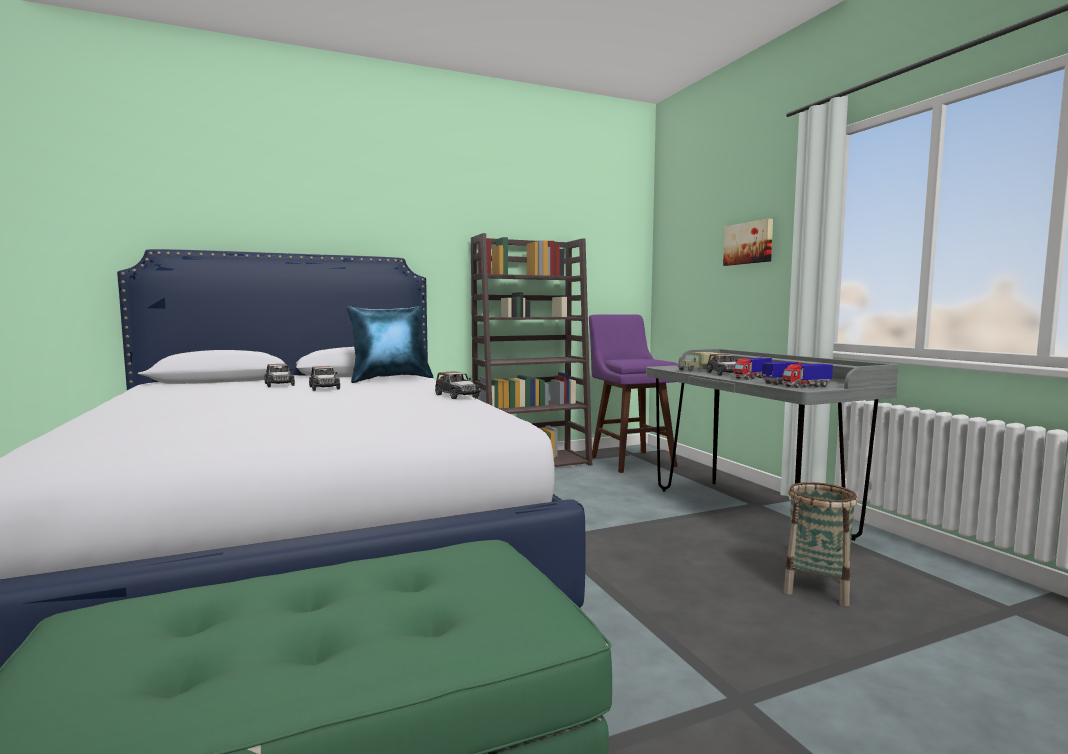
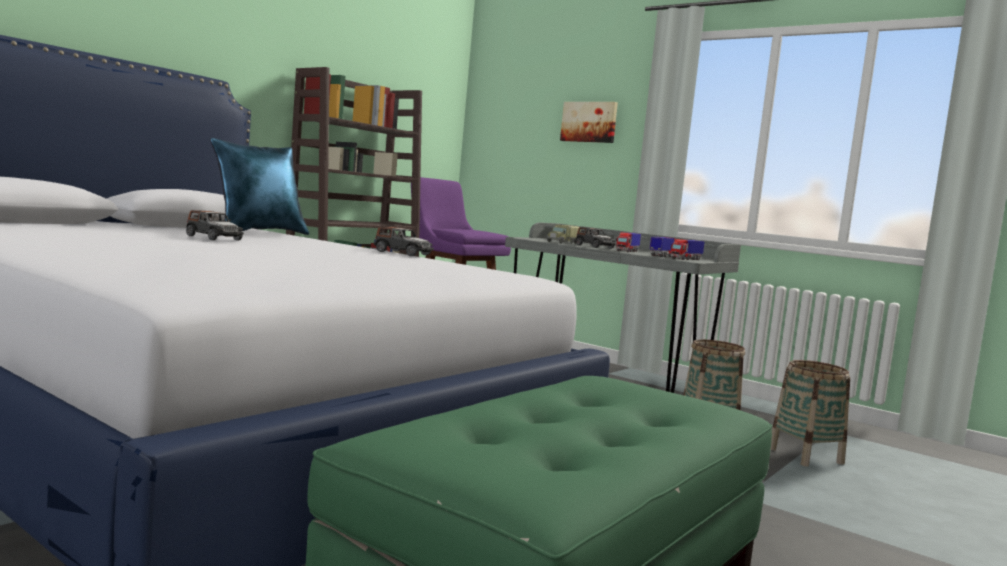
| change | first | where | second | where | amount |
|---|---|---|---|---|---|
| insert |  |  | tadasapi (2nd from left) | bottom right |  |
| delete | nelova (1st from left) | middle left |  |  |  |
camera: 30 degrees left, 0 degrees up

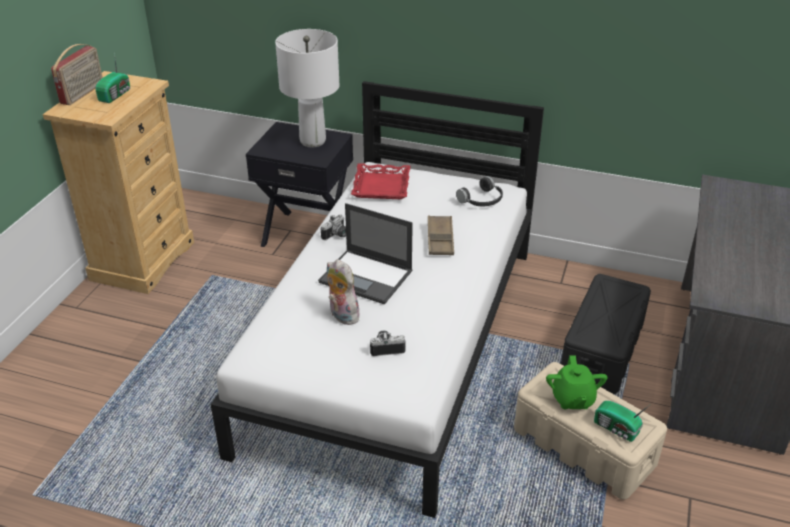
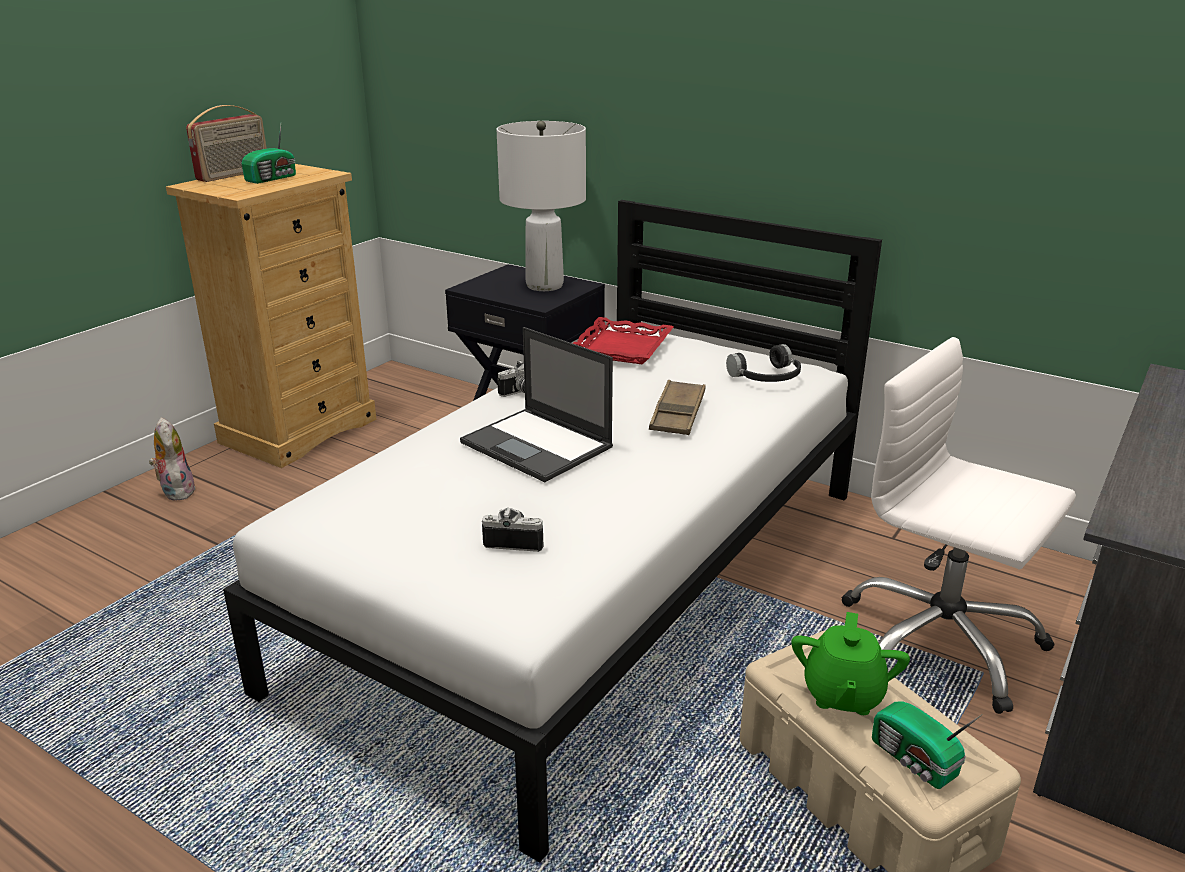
| change | first | where | second | where | amount |
|---|---|---|---|---|---|
| move | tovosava | centre |  | middle left |  |
| replace | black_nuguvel | middle right | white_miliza | middle right |  |
camera: 15 degrees right, 10 degrees down

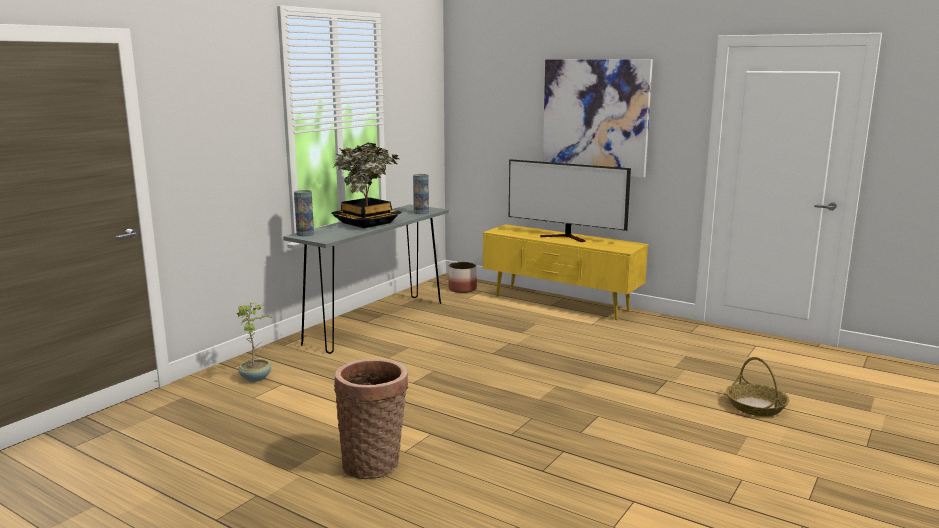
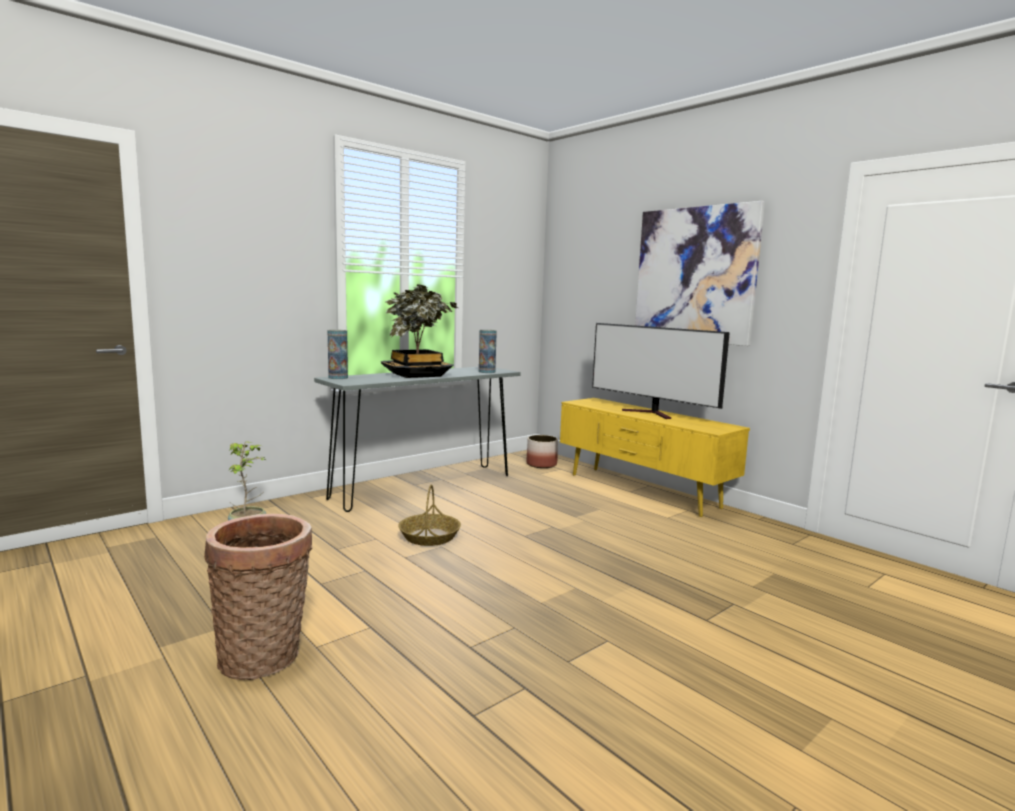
| change | first | where | second | where | amount |
|---|---|---|---|---|---|
| move | tadasapi (2nd from left) | bottom right |  | centre |  |
camera: 15 degrees right, 5 degrees down

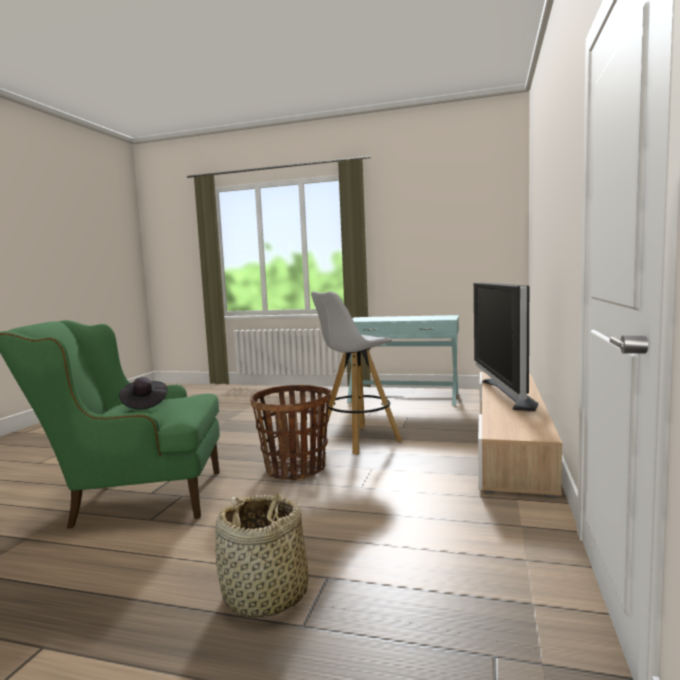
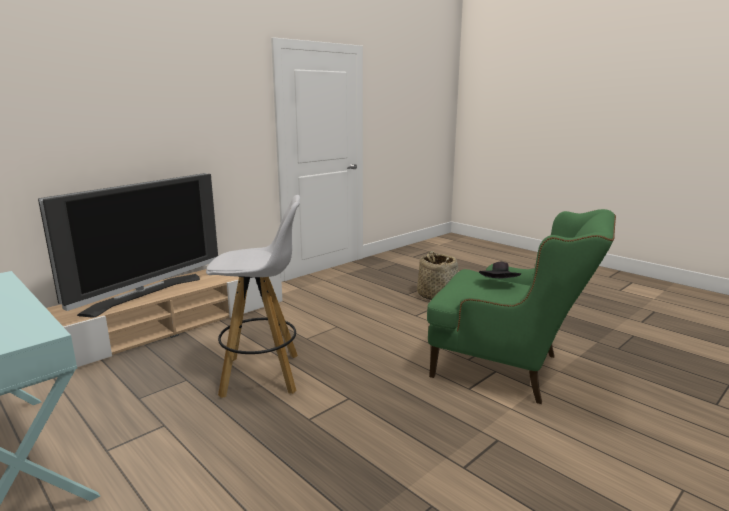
| change | first | where | second | where | amount |
|---|---|---|---|---|---|
| delete | tadasapi (2nd from left) | centre |  |  |  |
camera: 150 degrees left, 10 degrees up

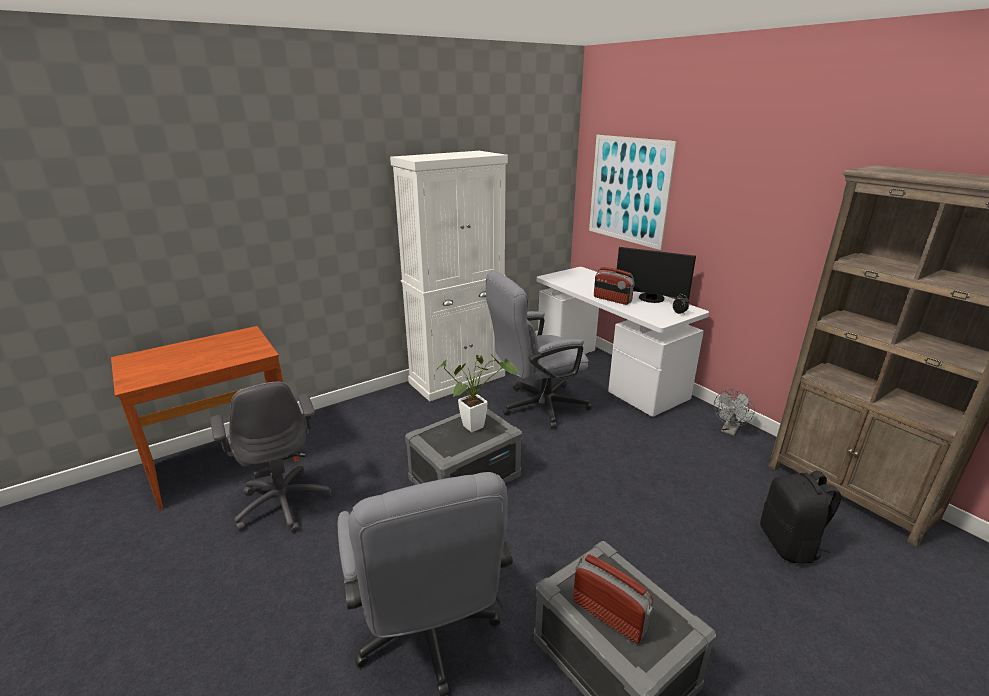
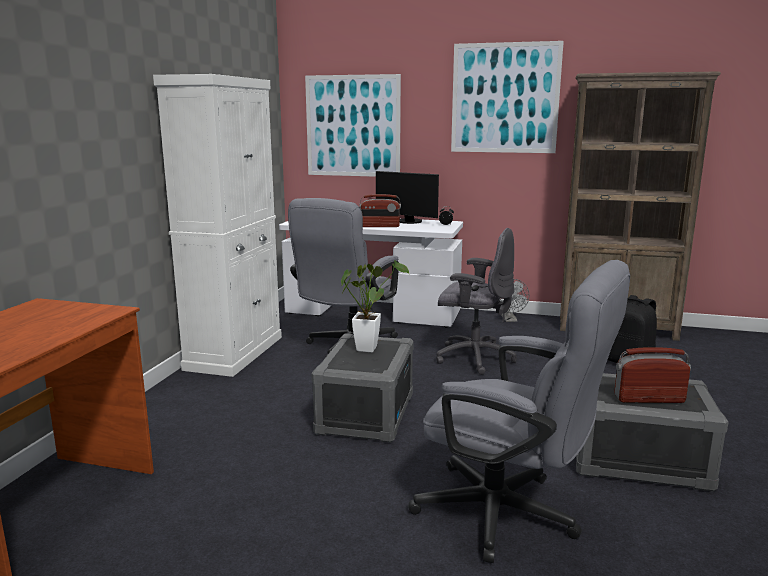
| change | first | where | second | where | amount |
|---|---|---|---|---|---|
| rotate | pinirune | centre |  | centre | 45 degrees clockwise |
| move | grey_miliza (1st from left in the first image) | middle left | grey_miliza (2nd from left) | centre |  |
| insert |  |  | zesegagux (2nd from left) | top centre |  |
camera: 40 degrees left, 10 degrees down

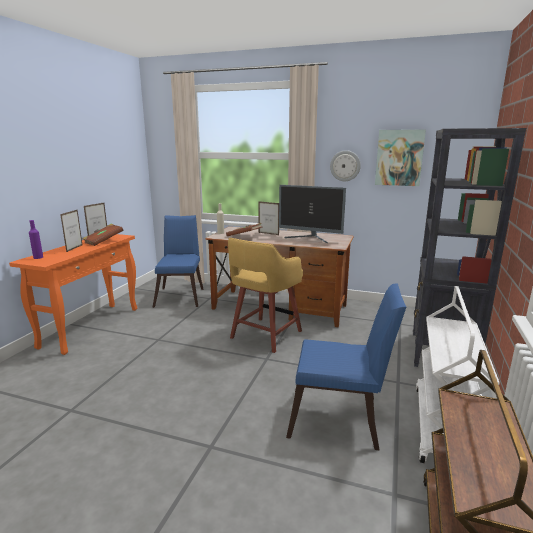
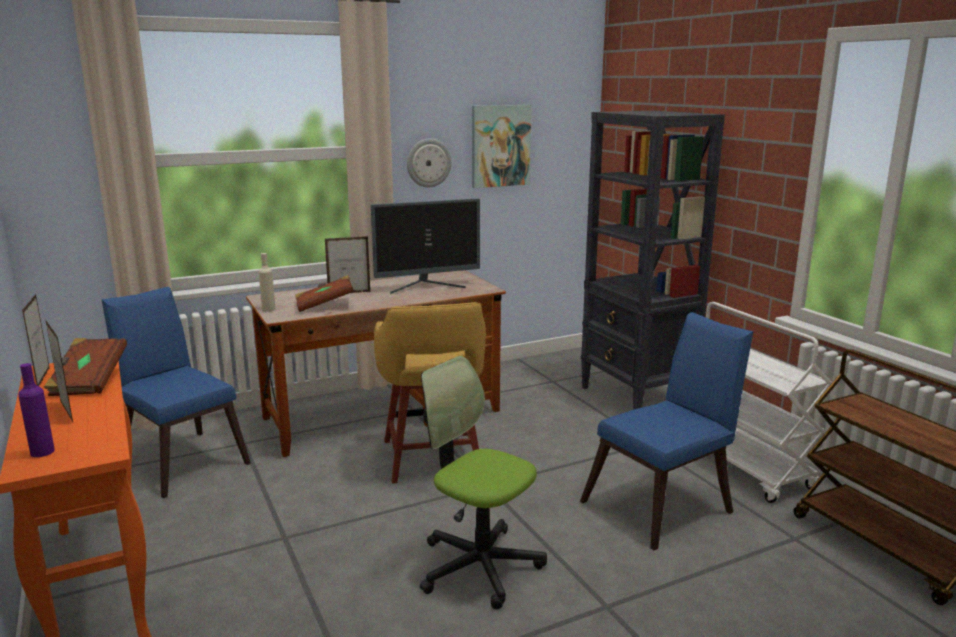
| change | first | where | second | where | amount |
|---|---|---|---|---|---|
| insert |  |  | miliza | bottom centre |  |
camera: 45 degrees left, 0 degrees up

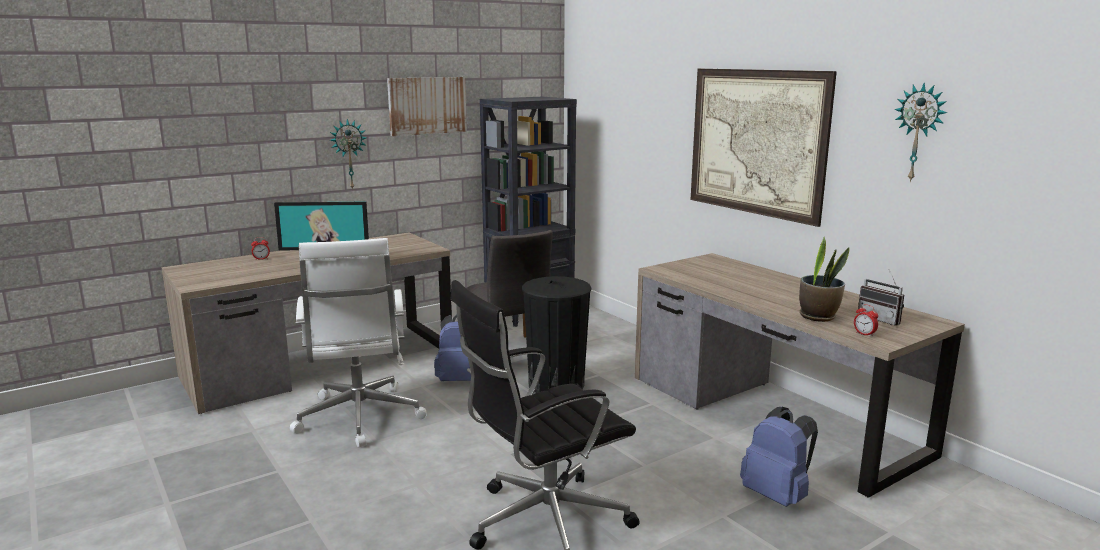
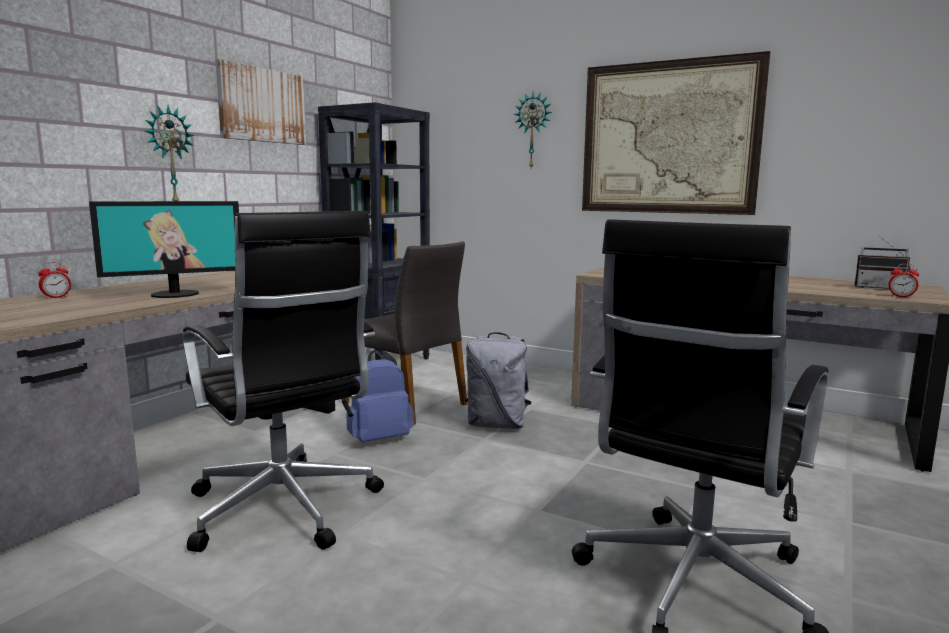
| change | first | where | second | where | amount |
|---|---|---|---|---|---|
| recolor | white_miliza | middle left | black_miliza (1st from left) | middle left |  |
| replace | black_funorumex | centre | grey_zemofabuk | centre |  |
| move | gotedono (2nd from left) | top right |  | top centre |  |
| delete | blue_zemofabuk (2nd from left) | bottom right |  |  |  |
| delete | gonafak | middle right |  |  |  |
camera: 25 degrees left, 5 degrees down

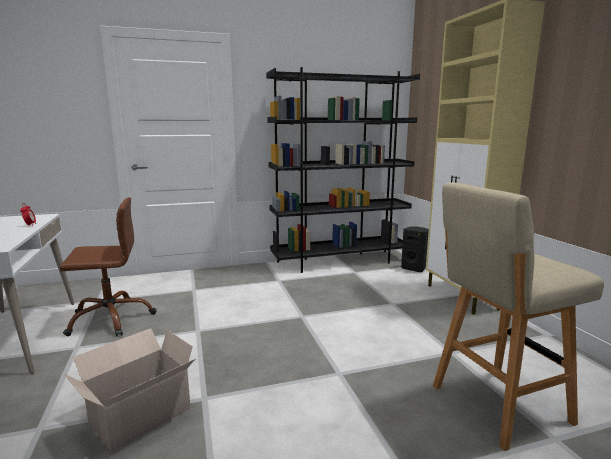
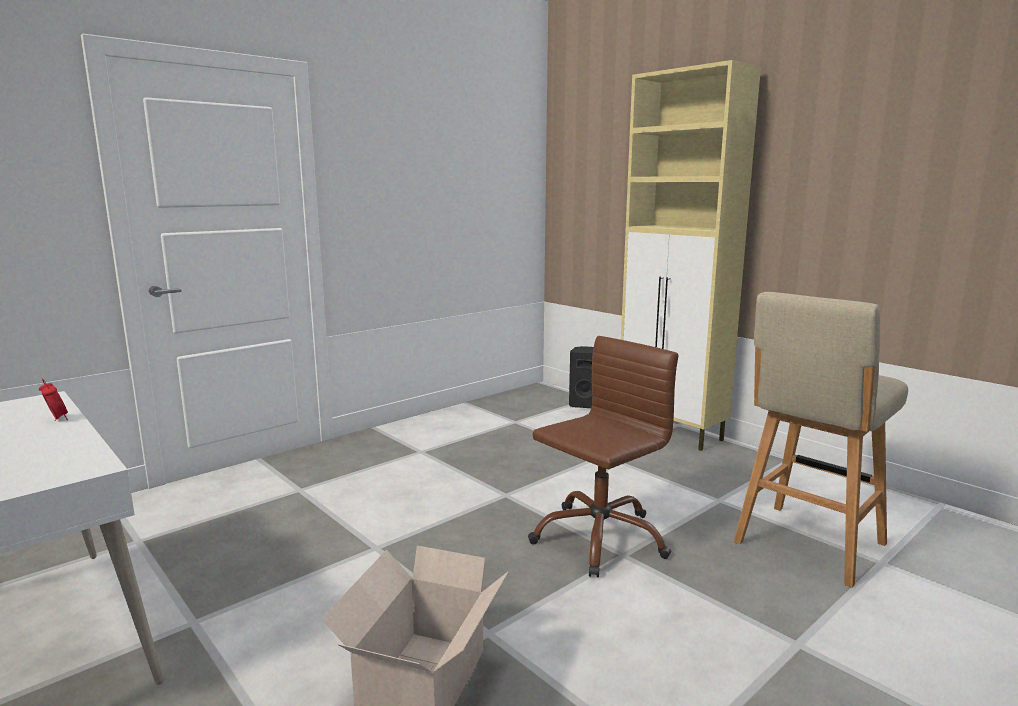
| change | first | where | second | where | amount |
|---|---|---|---|---|---|
| move | brown_miliza | middle left |  | centre |  |
| delete | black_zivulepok | centre |  |  |  |
camera: 25 degrees left, 0 degrees up

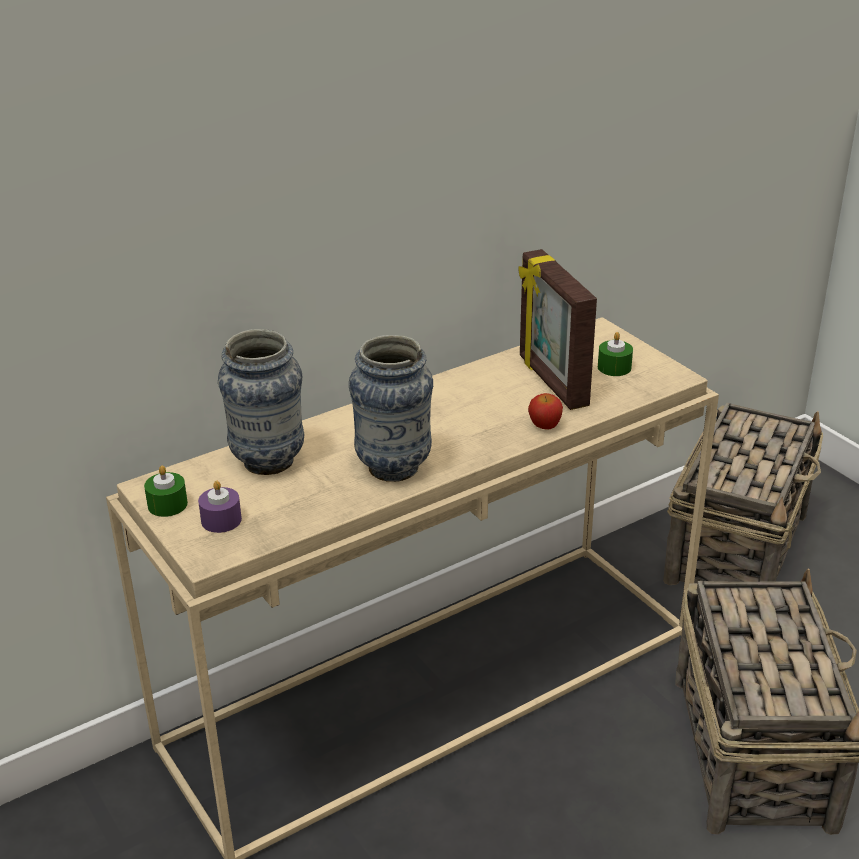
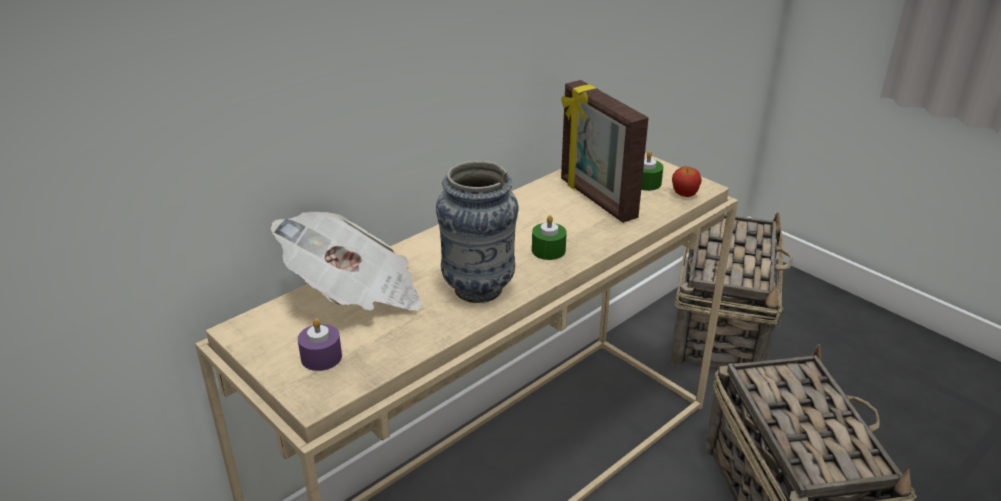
| change | first | where | second | where | amount |
|---|---|---|---|---|---|
| replace | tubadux (1st from left) | middle left | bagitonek | centre |  |
| move | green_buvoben (1st from left) | middle left |  | centre |  |
| move | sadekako | centre |  | middle right |  |
camera: 10 degrees left, 0 degrees up

